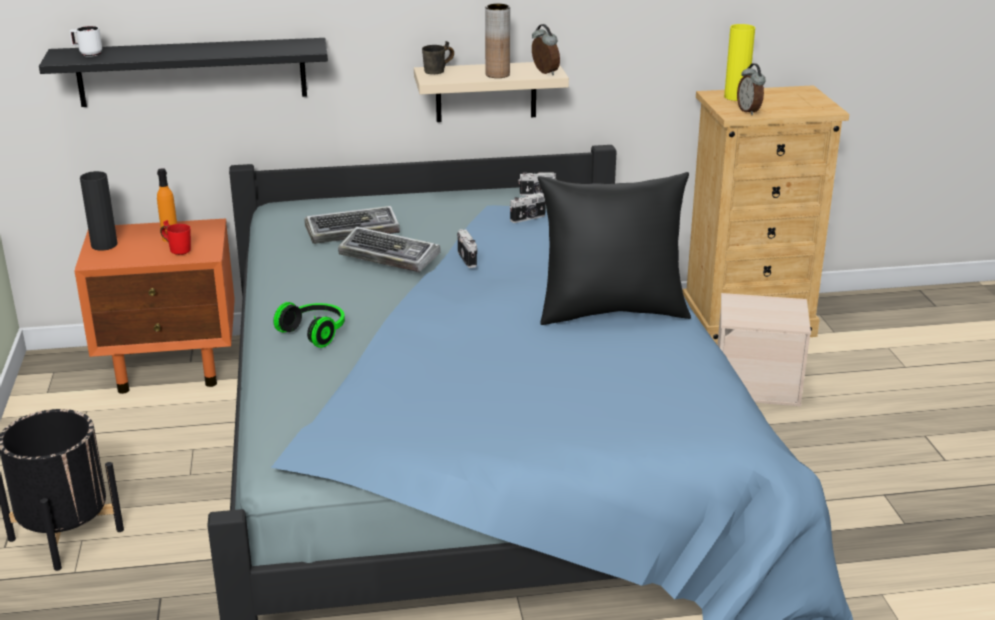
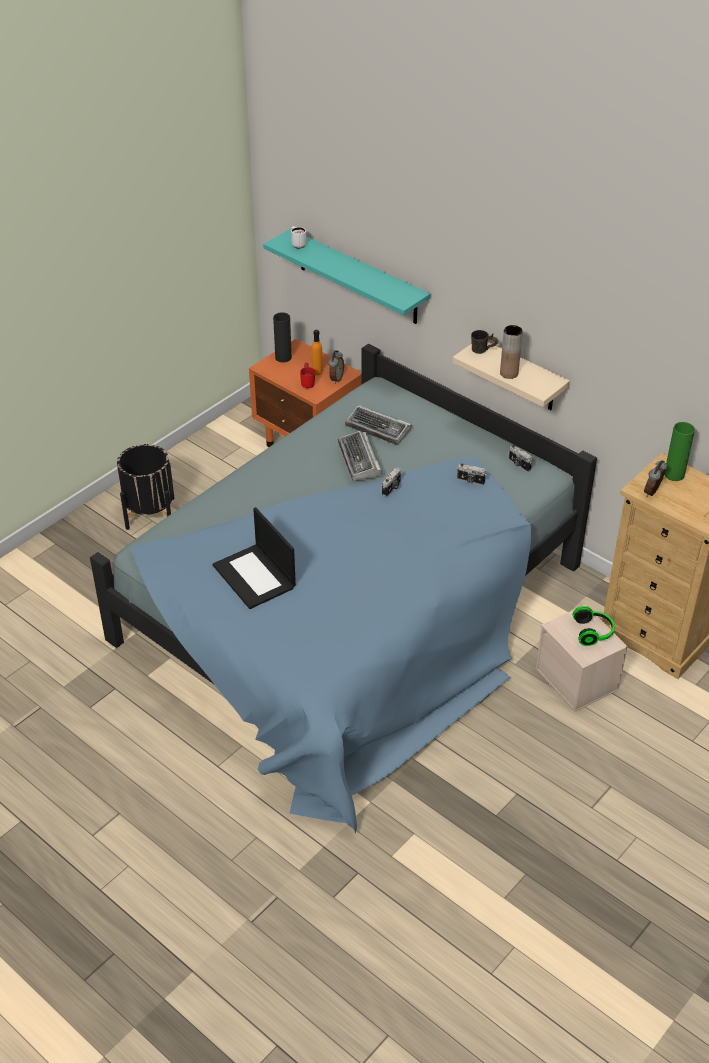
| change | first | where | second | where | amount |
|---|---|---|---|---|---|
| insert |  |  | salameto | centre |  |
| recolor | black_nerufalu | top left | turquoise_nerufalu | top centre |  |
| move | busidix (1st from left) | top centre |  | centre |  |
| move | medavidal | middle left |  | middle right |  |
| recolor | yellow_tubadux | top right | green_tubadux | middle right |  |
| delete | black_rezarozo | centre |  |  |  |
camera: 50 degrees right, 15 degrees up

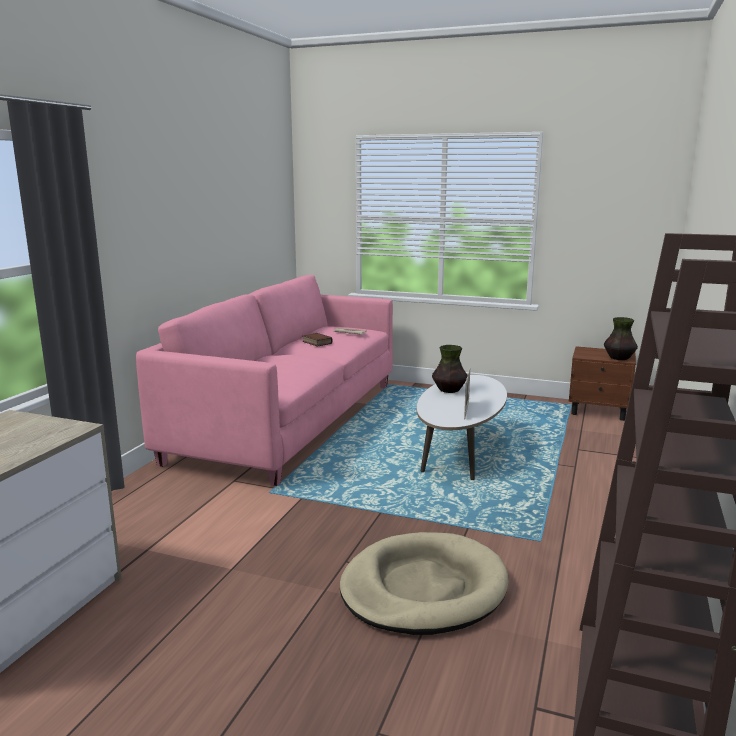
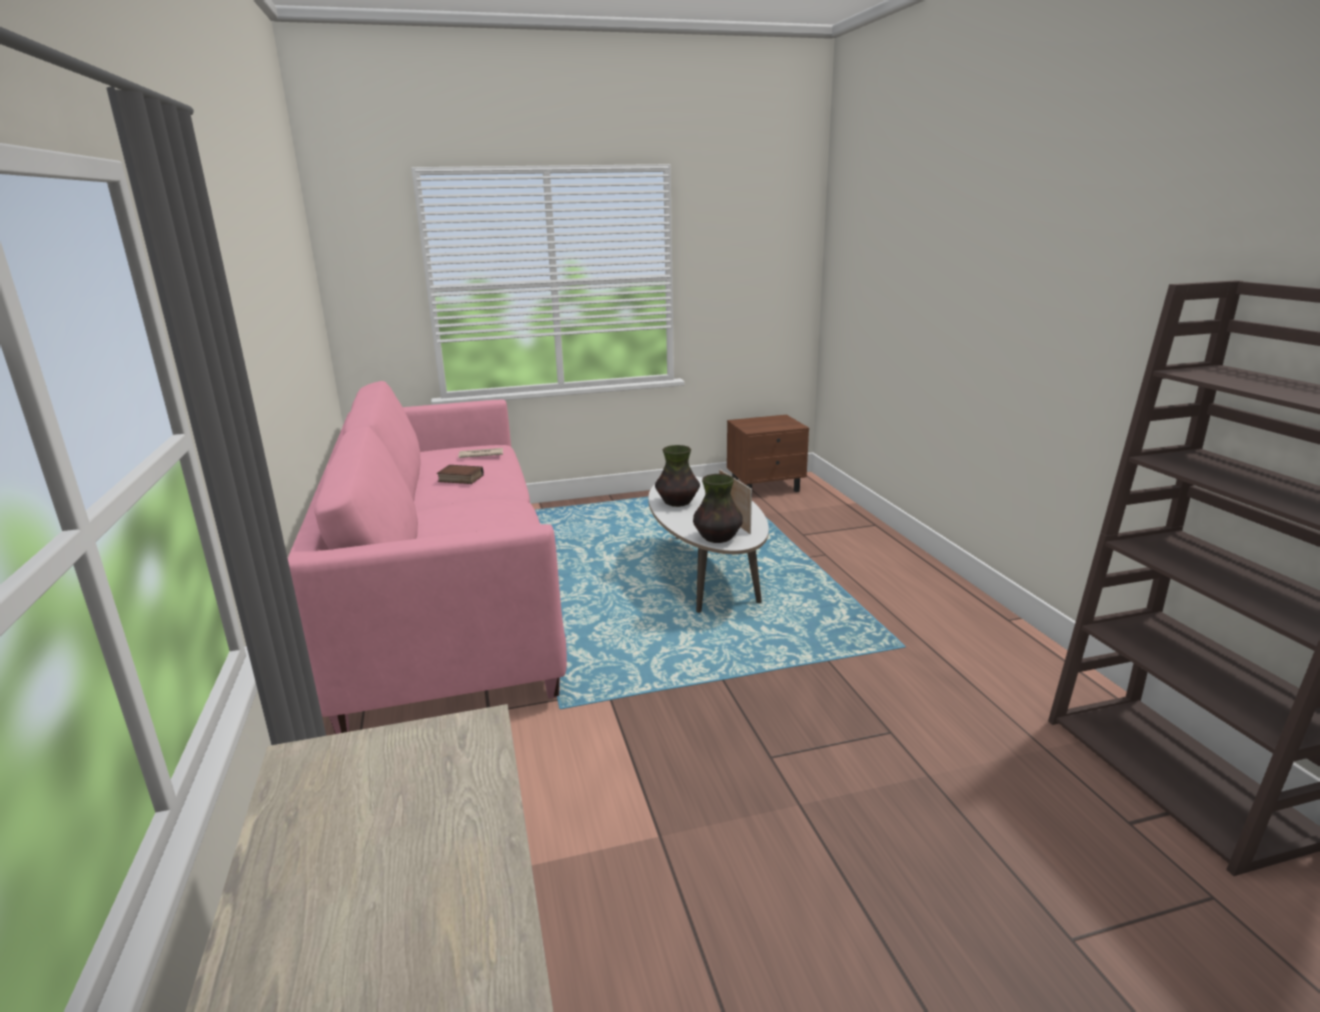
| change | first | where | second | where | amount |
|---|---|---|---|---|---|
| move | tubadux (2nd from left) | middle right |  | centre |  |
| delete | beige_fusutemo | bottom centre |  |  |  |
camera: 35 degrees left, 5 degrees up

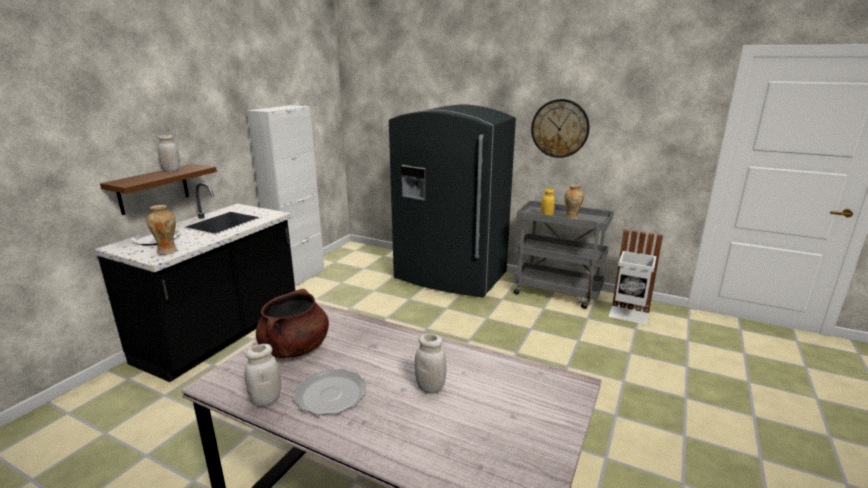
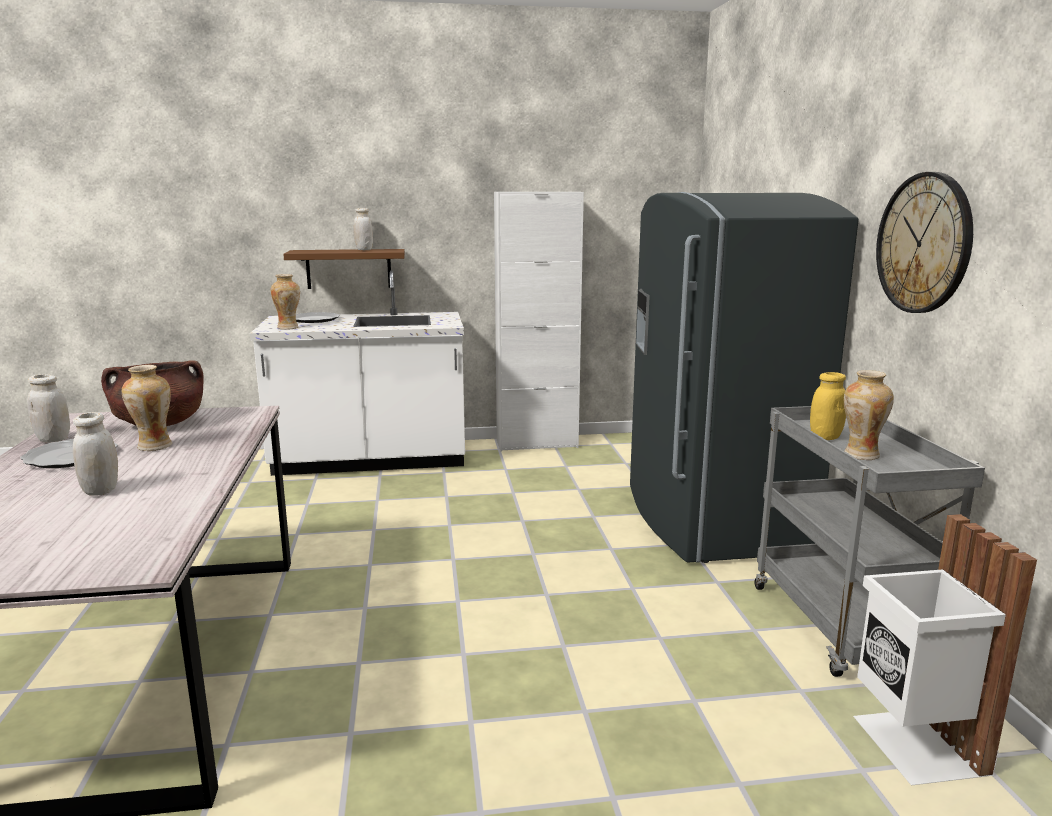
| change | first | where | second | where | amount |
|---|---|---|---|---|---|
| insert |  |  | tubadux (1st from left) | middle left |  |
| recolor | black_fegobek | middle left | white_fegobek | centre |  |
camera: 55 degrees right, 5 degrees down

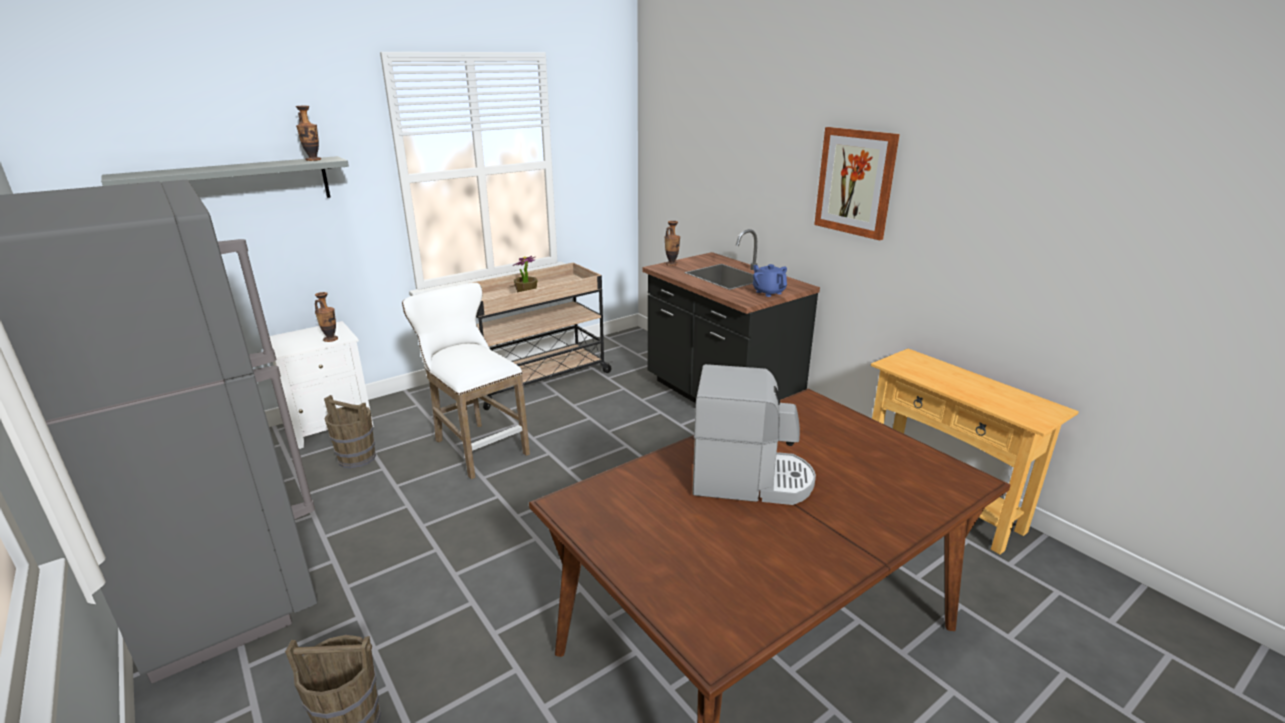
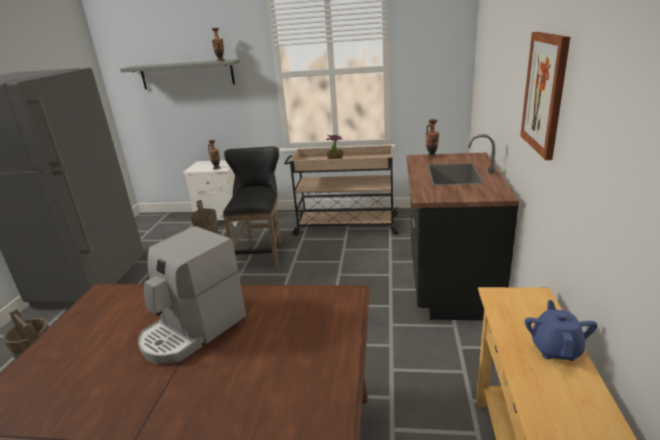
| change | first | where | second | where | amount |
|---|---|---|---|---|---|
| rotate | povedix | centre |  | bottom left | 75 degrees clockwise |
| recolor | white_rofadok | centre | black_rofadok | centre |  |
| move | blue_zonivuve | centre |  | bottom right |  |
camera: 45 degrees right, 0 degrees up

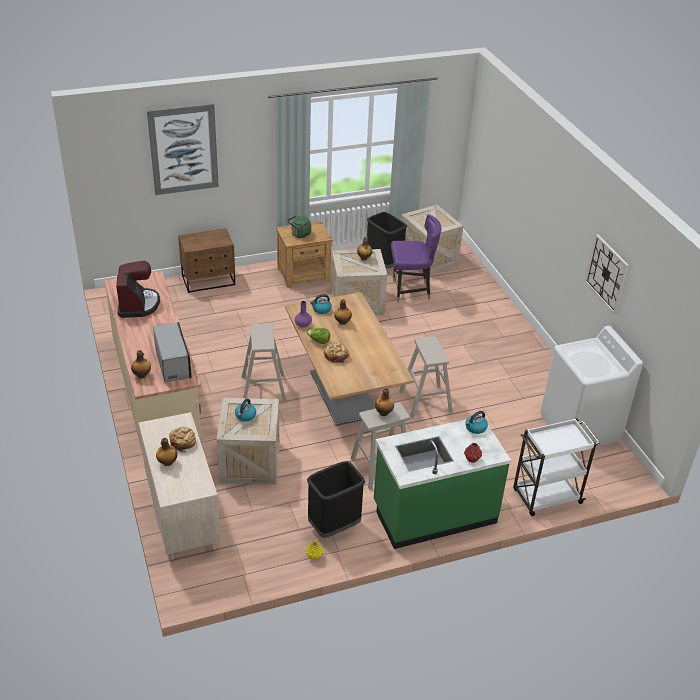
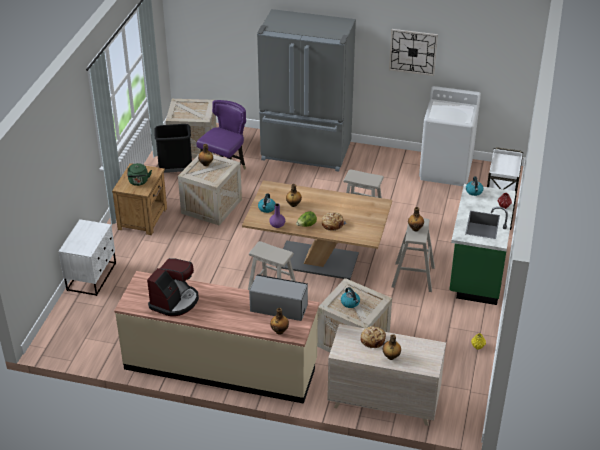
| change | first | where | second | where | amount |
|---|---|---|---|---|---|
| recolor | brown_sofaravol (1st from left) | middle left | white_sofaravol | middle left |  |
| rotate | povedix | middle left |  | middle left | 90 degrees clockwise |
| insert |  |  | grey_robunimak | top centre |  |
| delete | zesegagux | top left |  |  |  |
| delete | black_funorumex (1st from left) | bottom centre |  |  |  |
camera: 55 degrees left, 0 degrees up

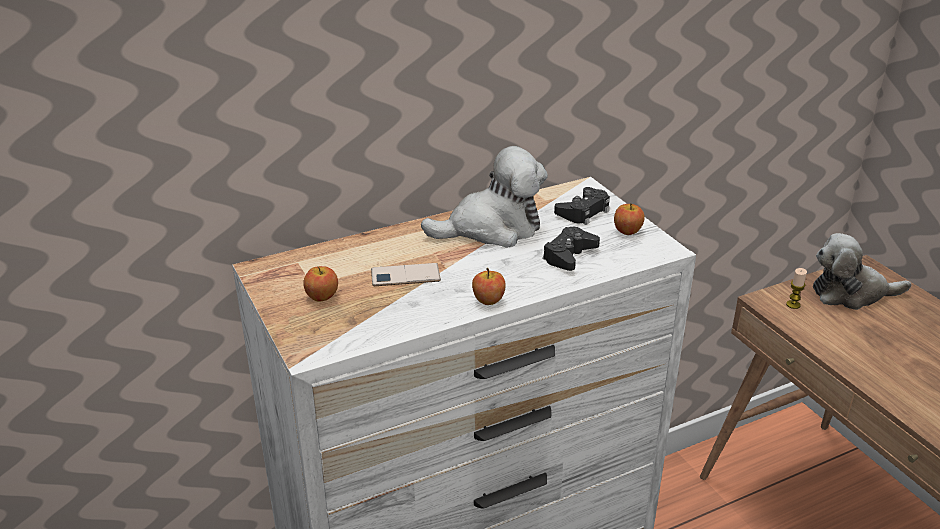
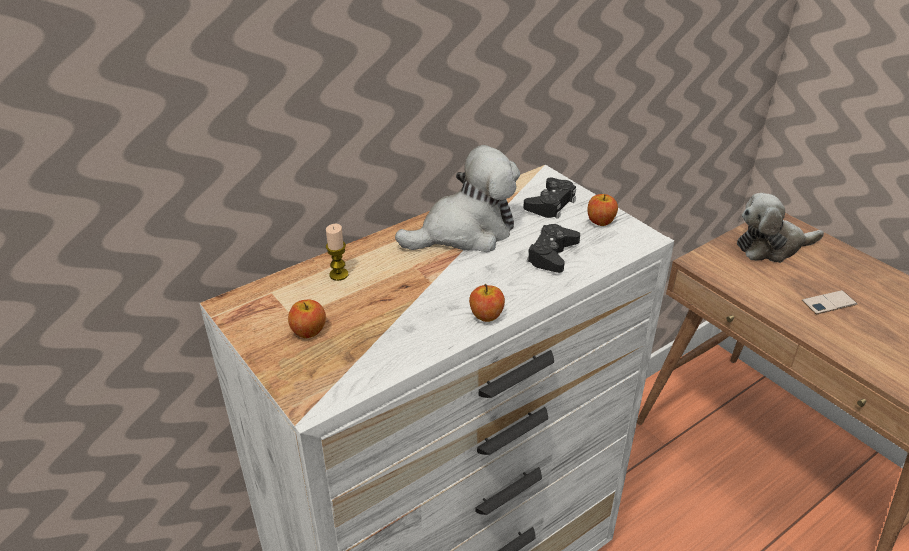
| change | first | where | second | where | amount |
|---|---|---|---|---|---|
| move | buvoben | middle right |  | centre |  |
| move | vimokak | centre |  | middle right |  |
camera: 10 degrees left, 5 degrees up

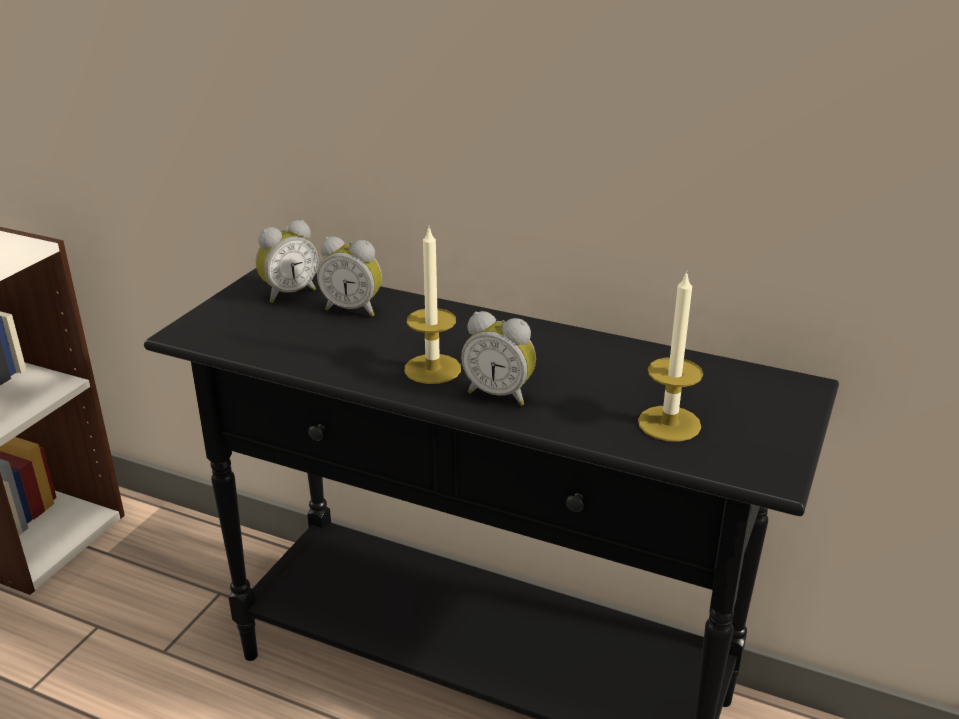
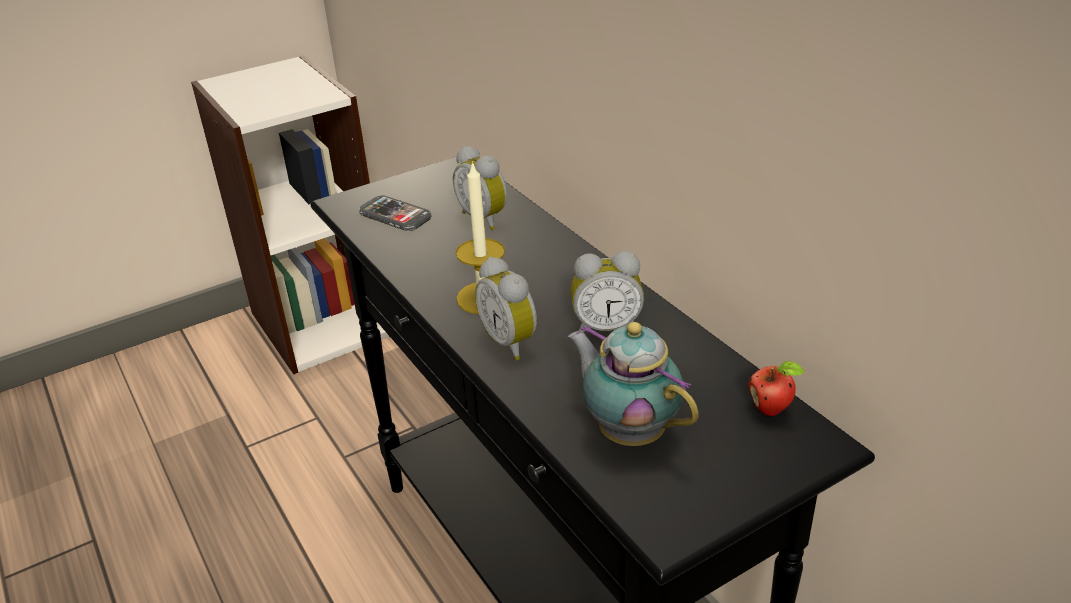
| change | first | where | second | where | amount |
|---|---|---|---|---|---|
| insert |  |  | vimokak | centre |  |
| replace | buvoben (2nd from left) | middle right | zonivuve | centre |  |
| move | busidix (1st from left in the first image) | middle left | busidix (3rd from left) | centre |  |
| insert |  |  | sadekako | middle right |  |
camera: 35 degrees right, 5 degrees up

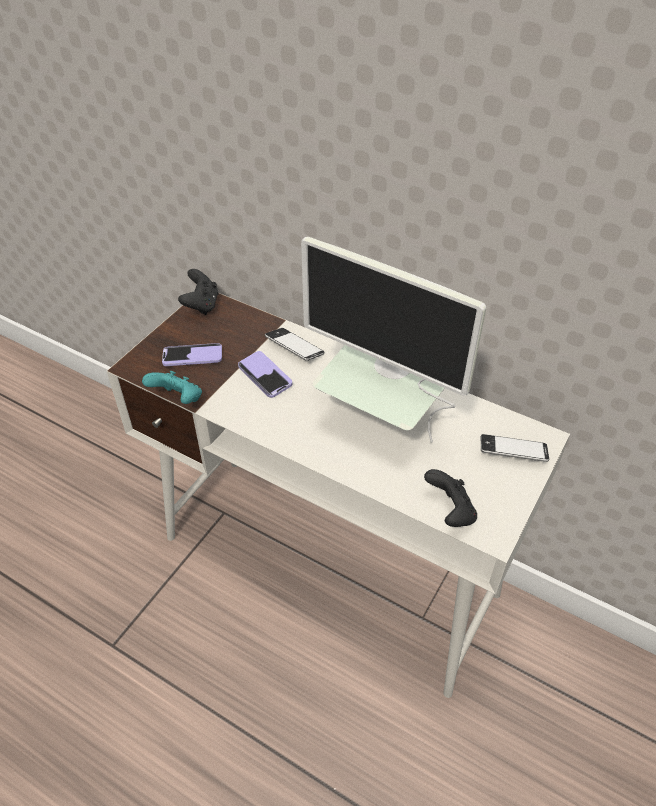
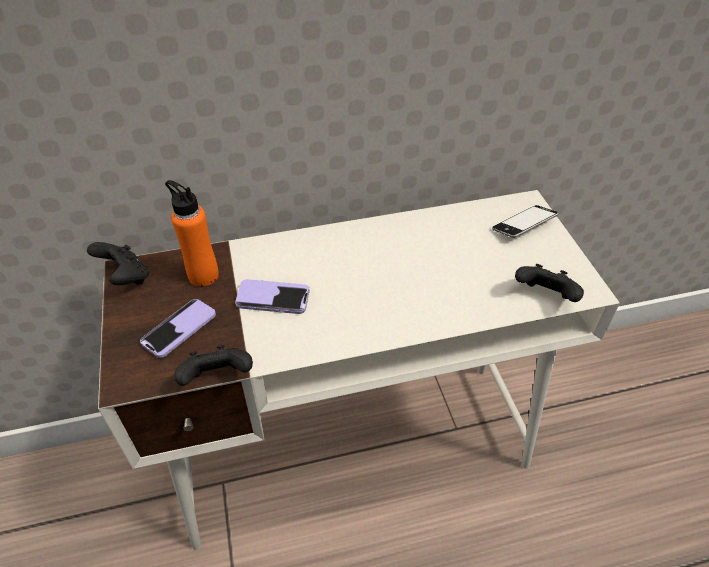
| change | first | where | second | where | amount |
|---|---|---|---|---|---|
| insert |  |  | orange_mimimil | middle left |  |
| recolor | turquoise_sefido | middle left | black_sefido (2nd from left) | middle left |  |
| delete | vimokak (3rd from left) | centre |  |  |  |
| delete | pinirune | centre |  |  |  |
camera: 45 degrees left, 0 degrees up

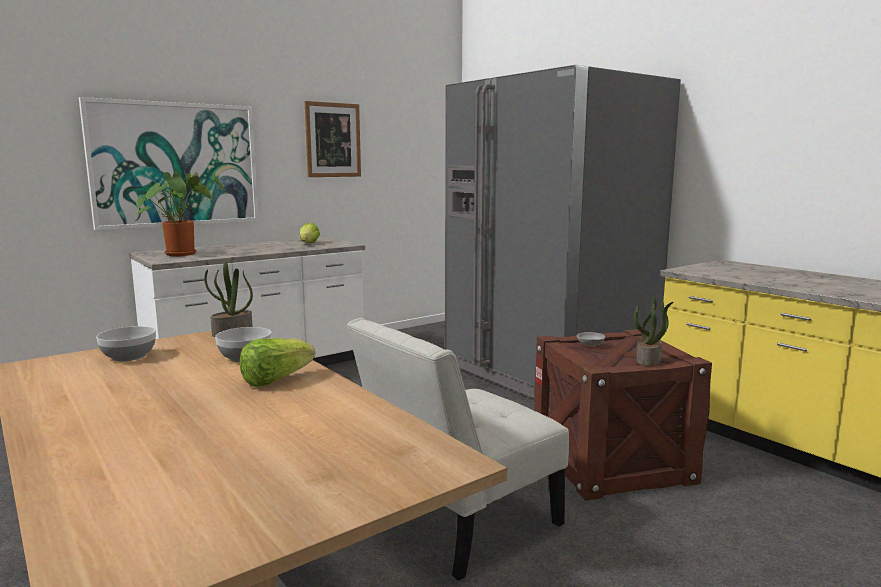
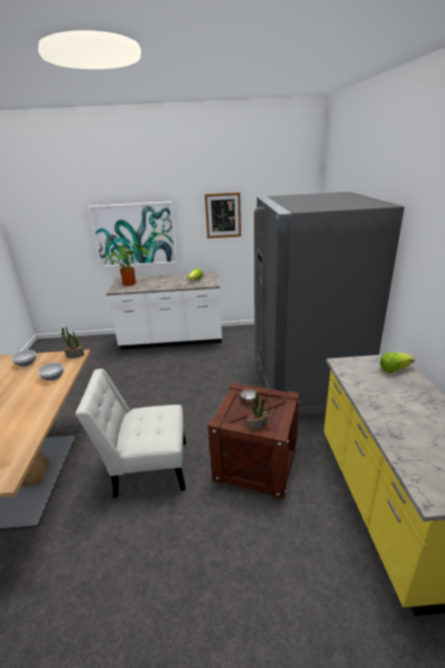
| change | first | where | second | where | amount |
|---|---|---|---|---|---|
| move | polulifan (1st from left in the first image) | middle left | polulifan (2nd from left) | middle right |  |
camera: 35 degrees right, 15 degrees up

